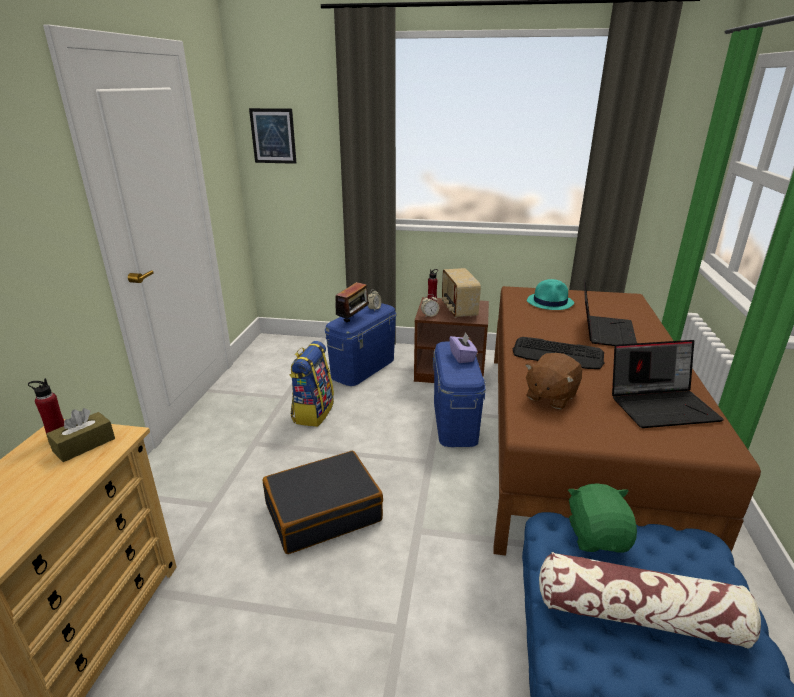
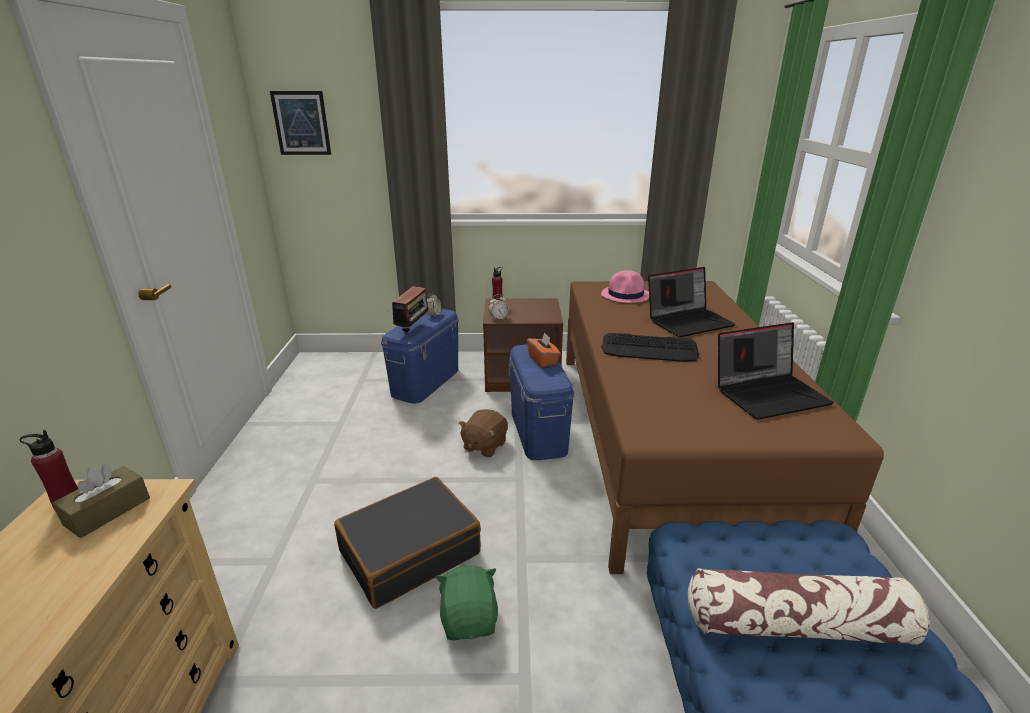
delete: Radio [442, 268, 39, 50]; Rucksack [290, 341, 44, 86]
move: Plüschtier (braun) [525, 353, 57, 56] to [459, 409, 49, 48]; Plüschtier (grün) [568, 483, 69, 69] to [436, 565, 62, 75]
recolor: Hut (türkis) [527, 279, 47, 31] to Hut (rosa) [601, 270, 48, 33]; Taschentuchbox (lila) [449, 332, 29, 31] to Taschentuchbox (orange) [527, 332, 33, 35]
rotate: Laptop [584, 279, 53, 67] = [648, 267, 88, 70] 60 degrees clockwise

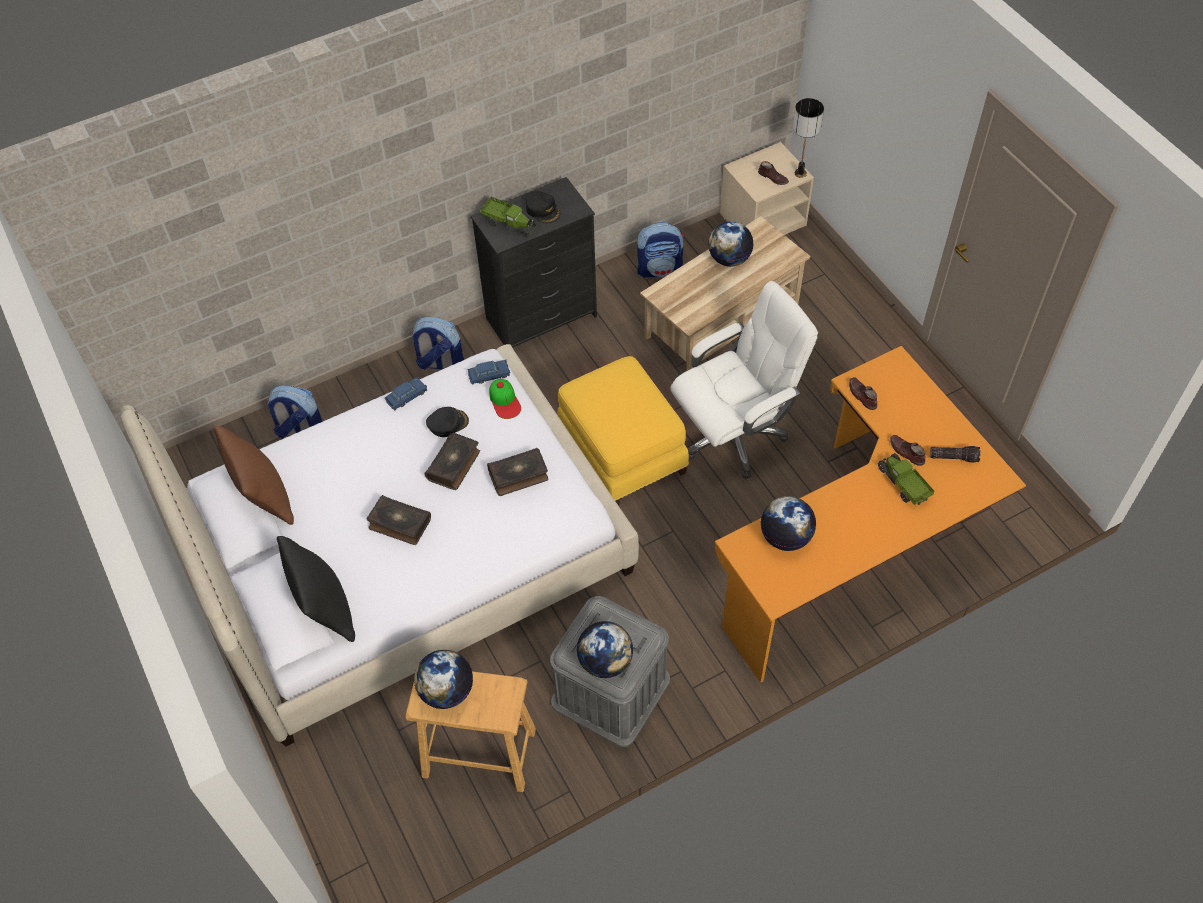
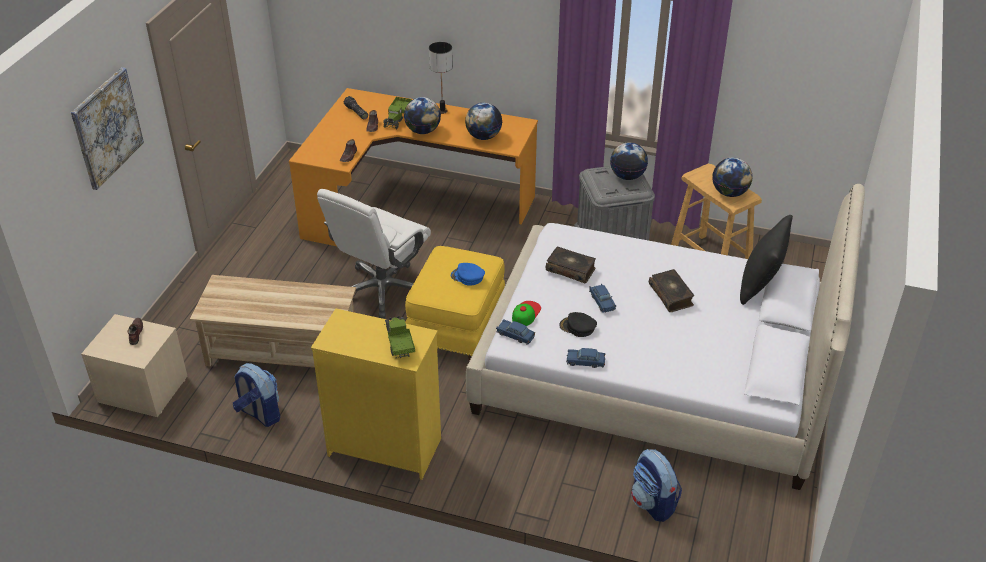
delete: Kappe (schwarz) [526, 191, 34, 32]; Rucksack [411, 317, 53, 53]; Kissen (braun) [214, 426, 80, 99]
insert: Bild [71, 67, 73, 123]; Kappe (blau) [451, 263, 34, 23]
move: Tischlampe [793, 98, 31, 80] to [429, 42, 24, 72]; Globus [708, 221, 46, 46] to [404, 97, 37, 37]
replace: Buch [424, 432, 56, 58] to Spielzeugauto (blau) [589, 284, 27, 29]
recolor: Kommode (schwarz) [471, 177, 126, 171] to Kommode (gelb) [311, 308, 130, 172]
rotate: Bürostuhl (weiß) [671, 281, 147, 198] = [317, 189, 114, 129] 75 degrees counterclockwise

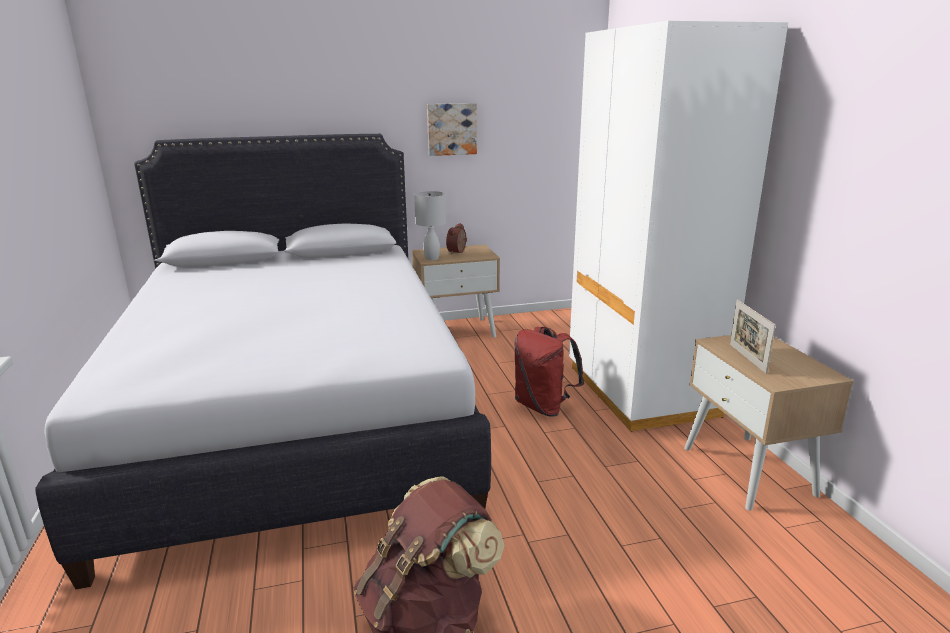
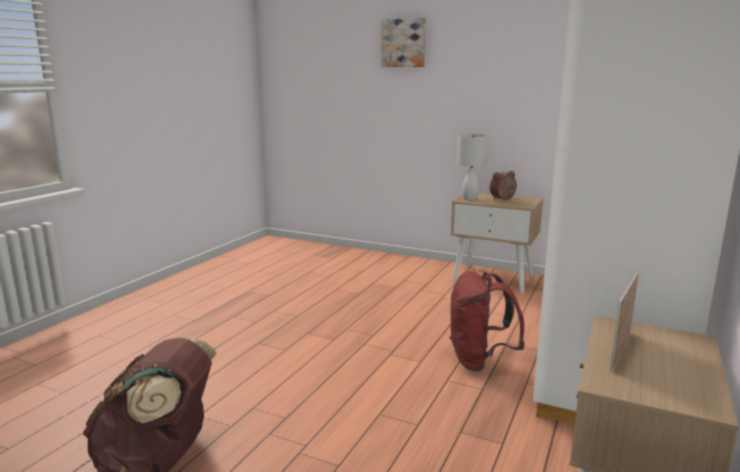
delete: Bett (weiß) [35, 134, 456, 455]
move: Bild [427, 103, 50, 53] to [381, 18, 45, 49]

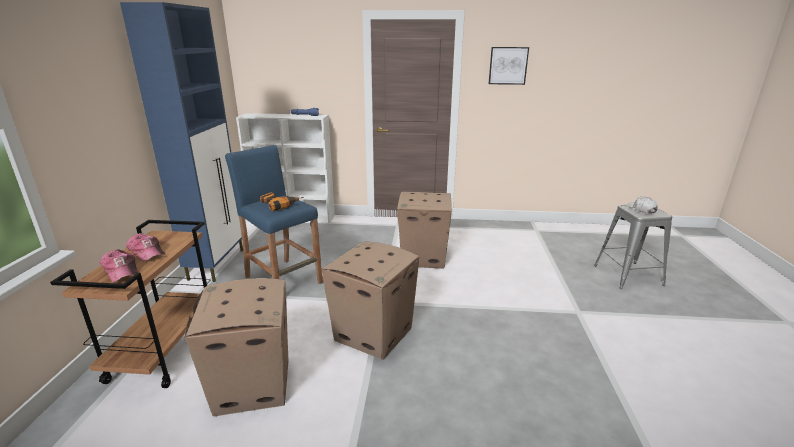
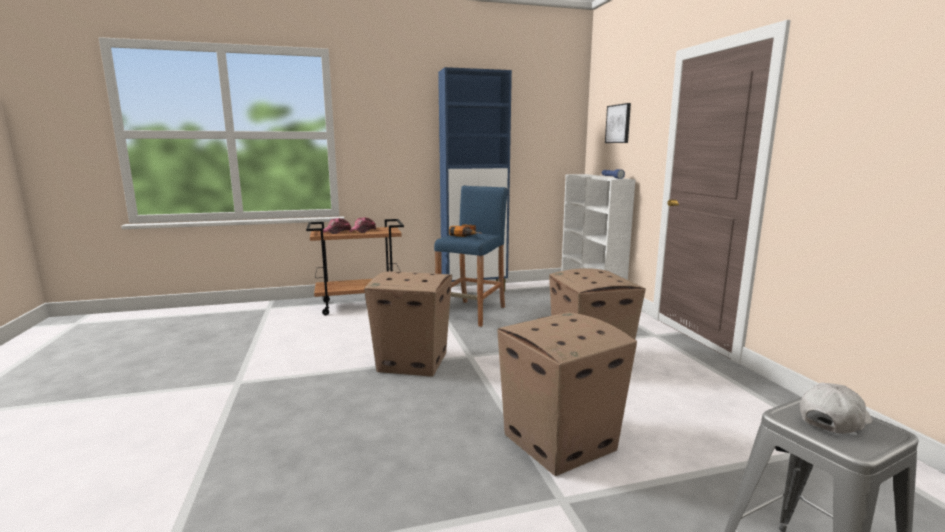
move: Bild [489, 47, 40, 38] to [605, 103, 26, 40]; Karton [185, 278, 104, 138] to [497, 312, 140, 164]

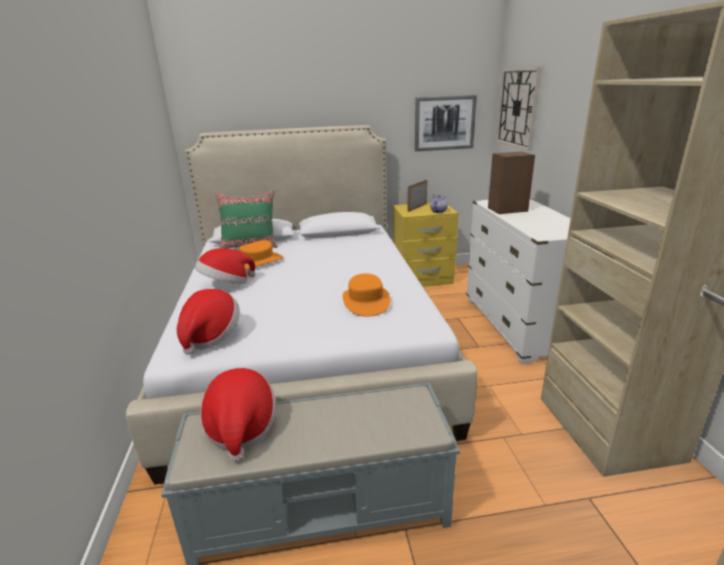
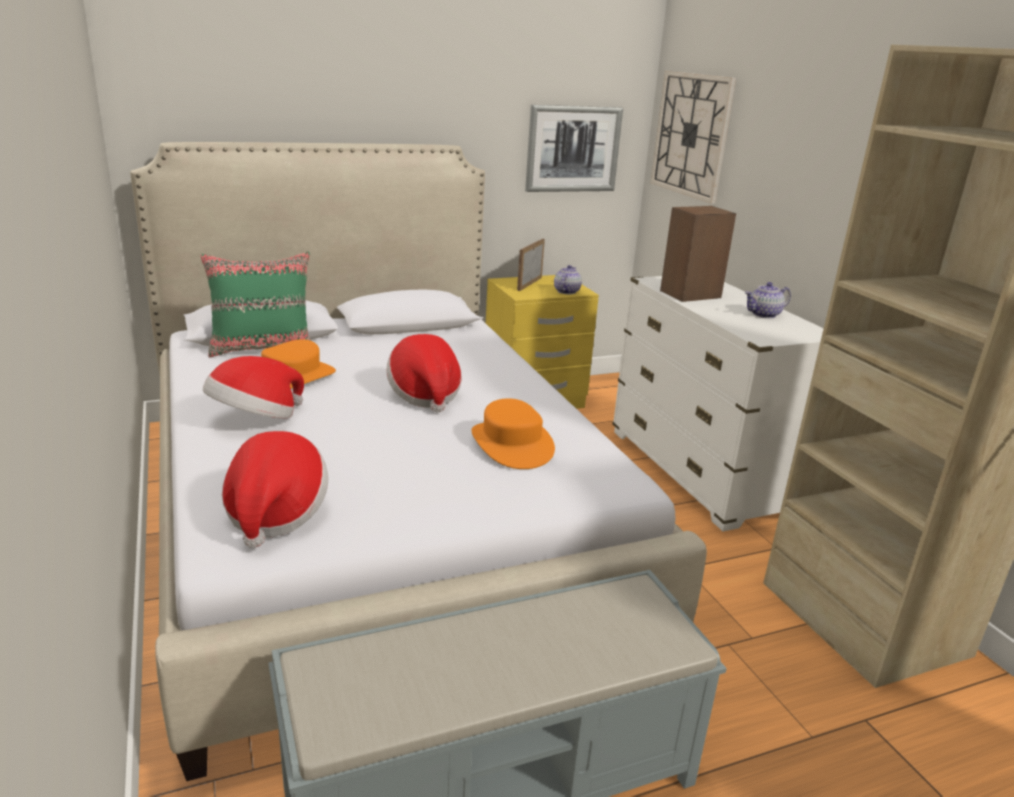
insert: Teekanne [745, 282, 46, 36]
move: Hut [201, 368, 75, 94] to [386, 334, 76, 78]

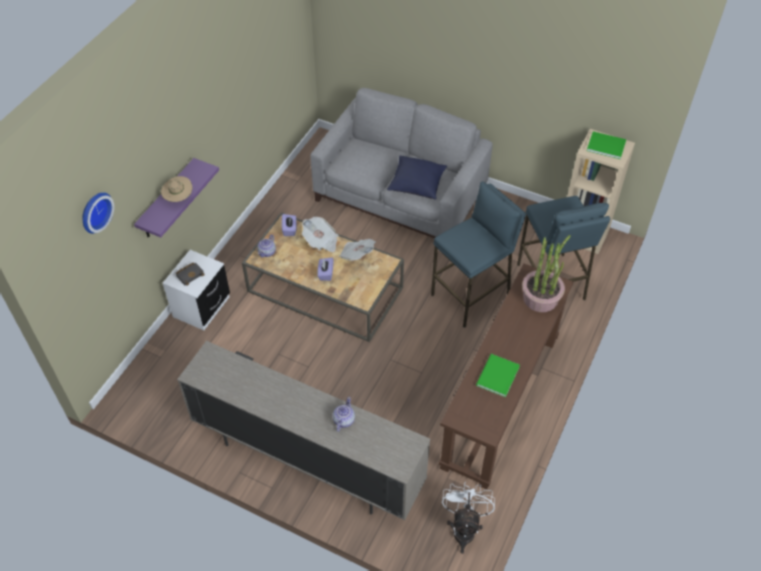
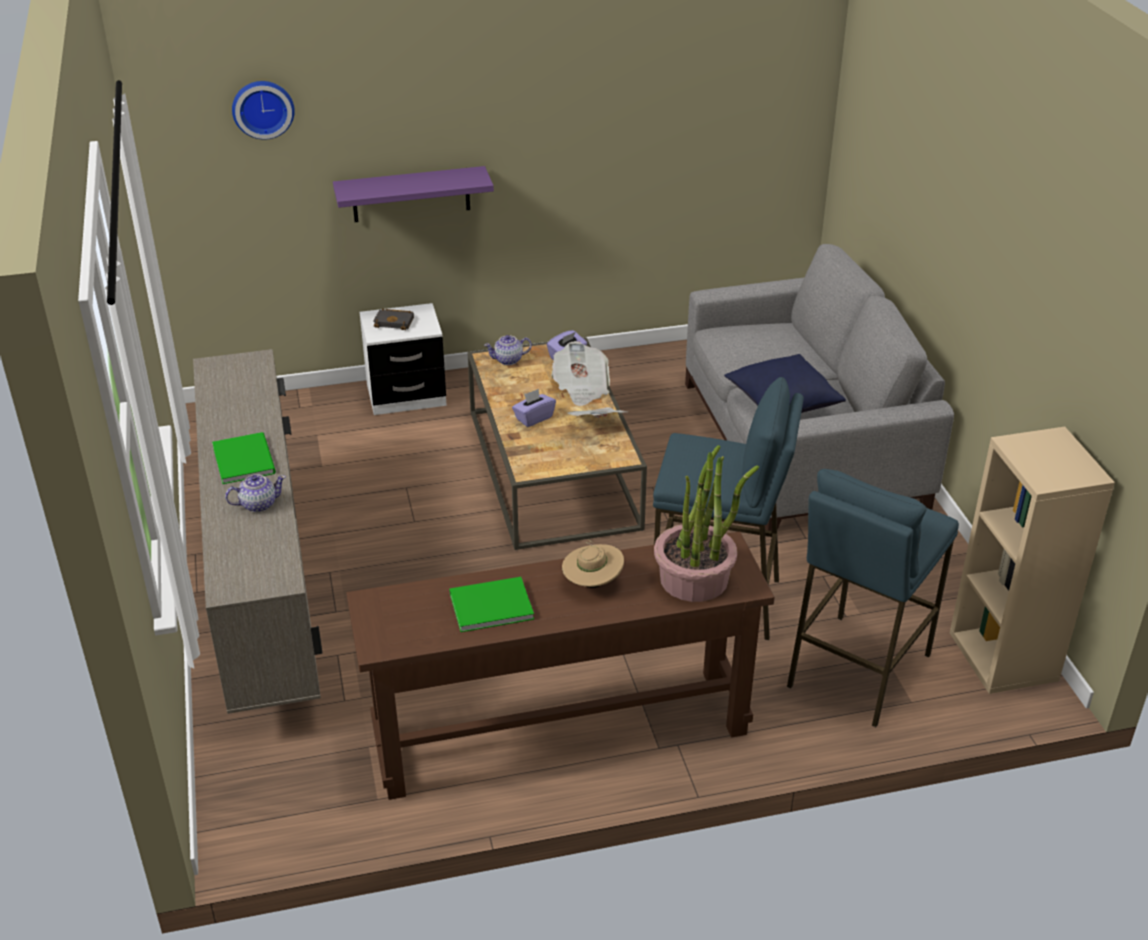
delete: Ventilator (weiß) [442, 482, 53, 72]
move: Buch (grün) [587, 131, 39, 28] to [212, 432, 64, 52]; Hut (beige) [161, 176, 32, 26] to [562, 540, 62, 48]

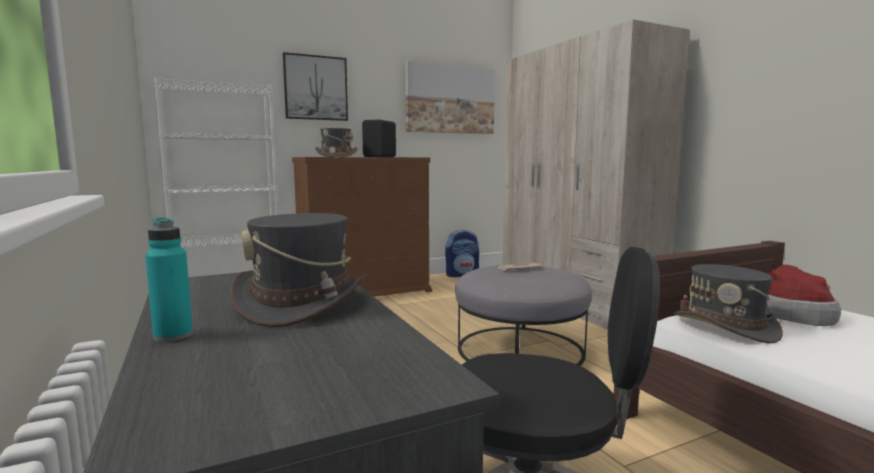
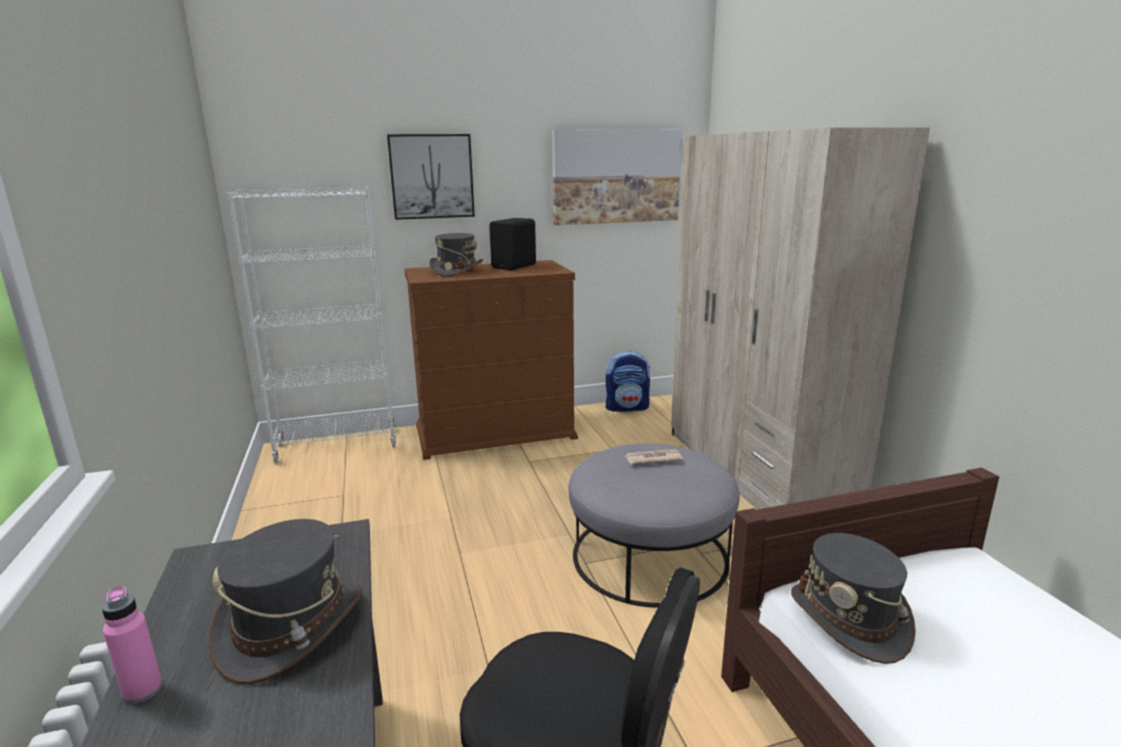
delete: Hut [766, 264, 75, 62]
recolor: Flasche (türkis) [145, 217, 48, 125] to Flasche (rosa) [102, 586, 60, 118]

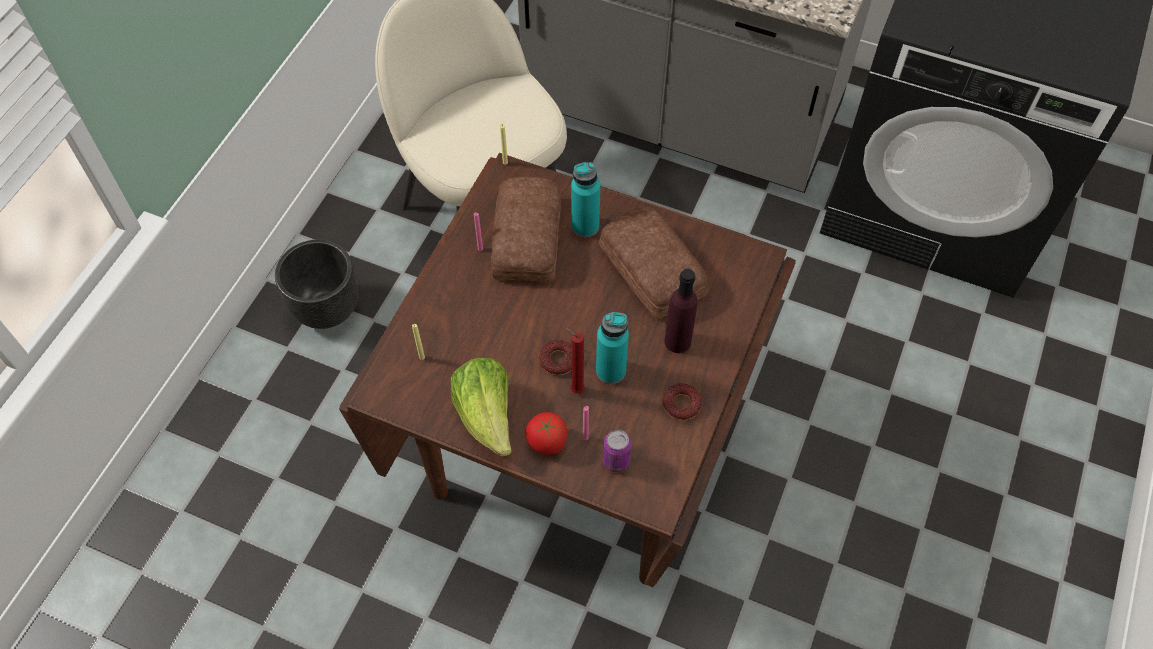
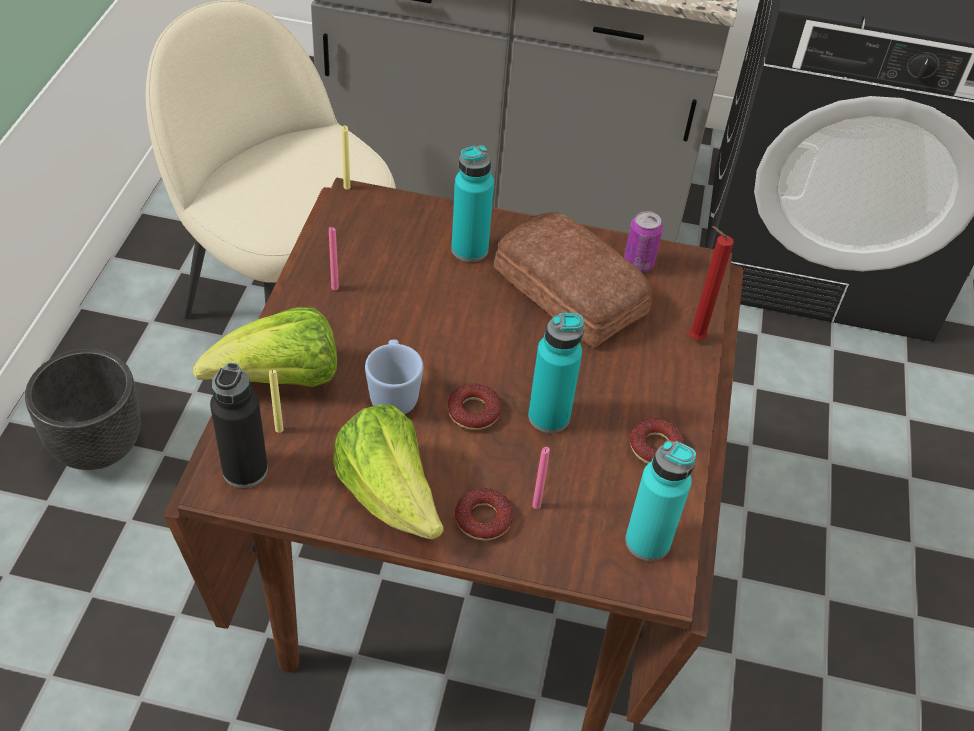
delete: Brot [491, 177, 70, 105]; Flasche (lila) [664, 269, 34, 84]
insert: Salatkopf [193, 307, 144, 80]; Henkelbecher (blau) [365, 340, 58, 74]; Flasche (schwarz) [210, 363, 58, 125]; Flasche (türkis) [625, 440, 71, 121]
move: Kerze (rot) [565, 328, 20, 66] to [689, 226, 45, 114]; Dose [603, 430, 28, 42] to [624, 211, 39, 61]
replace: Tomate [525, 412, 42, 43] to Donut [455, 488, 58, 53]

